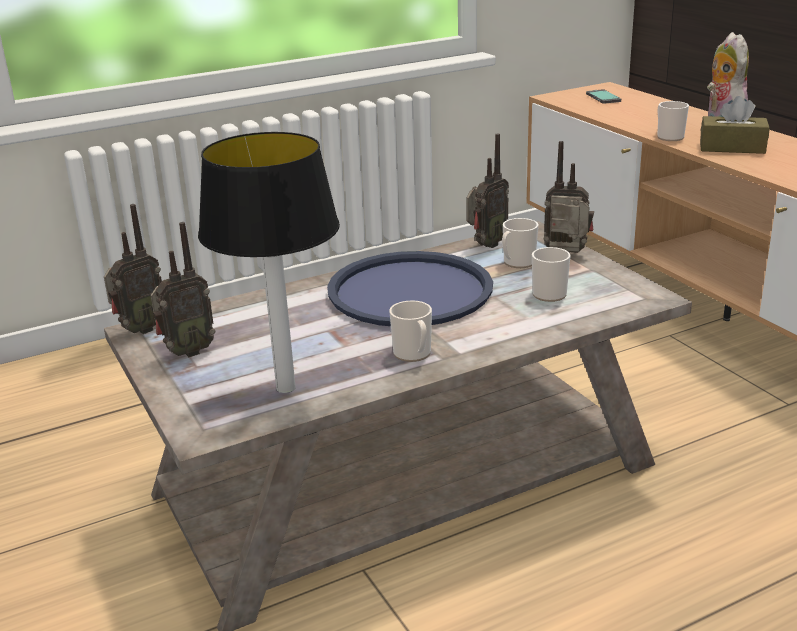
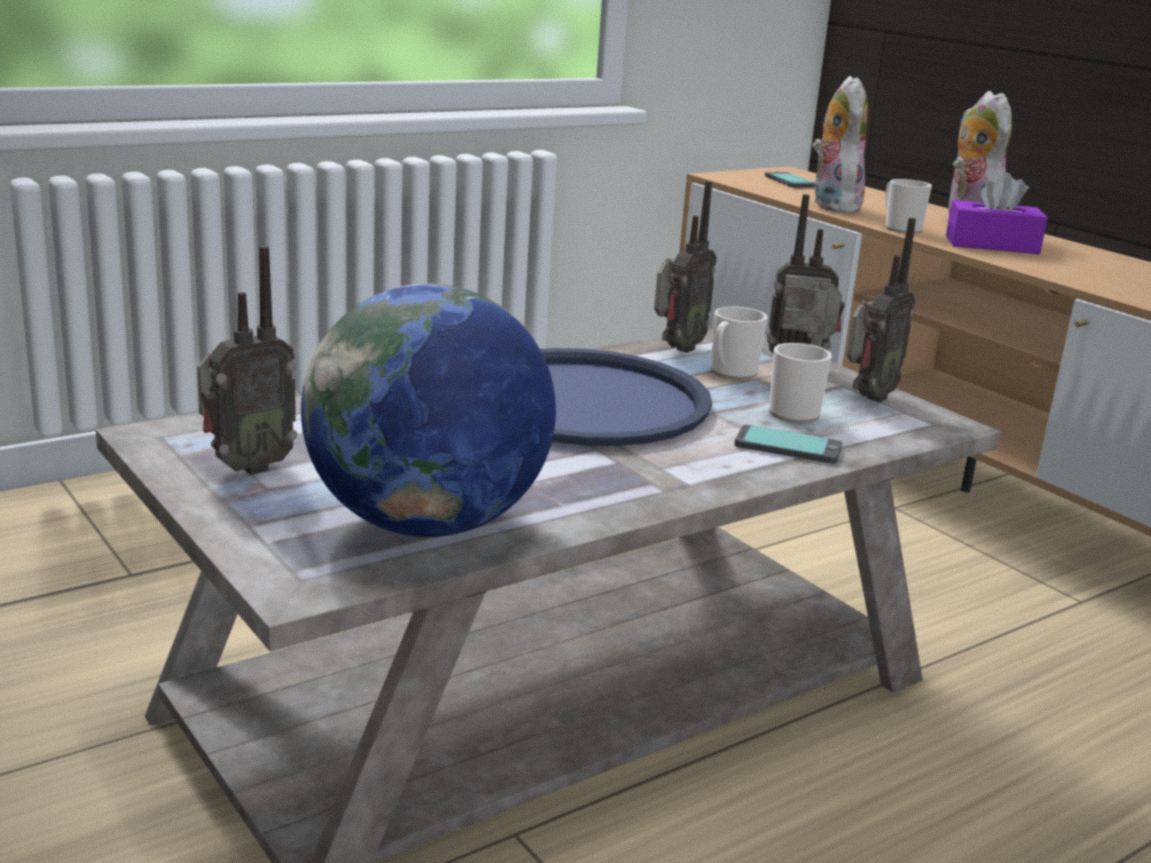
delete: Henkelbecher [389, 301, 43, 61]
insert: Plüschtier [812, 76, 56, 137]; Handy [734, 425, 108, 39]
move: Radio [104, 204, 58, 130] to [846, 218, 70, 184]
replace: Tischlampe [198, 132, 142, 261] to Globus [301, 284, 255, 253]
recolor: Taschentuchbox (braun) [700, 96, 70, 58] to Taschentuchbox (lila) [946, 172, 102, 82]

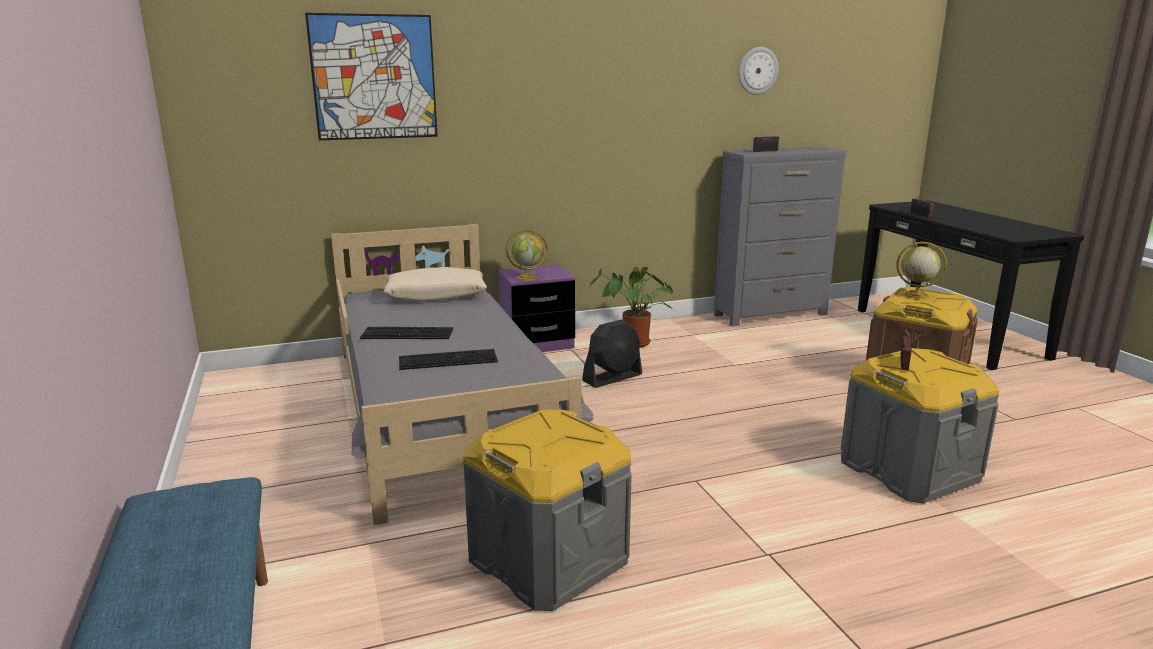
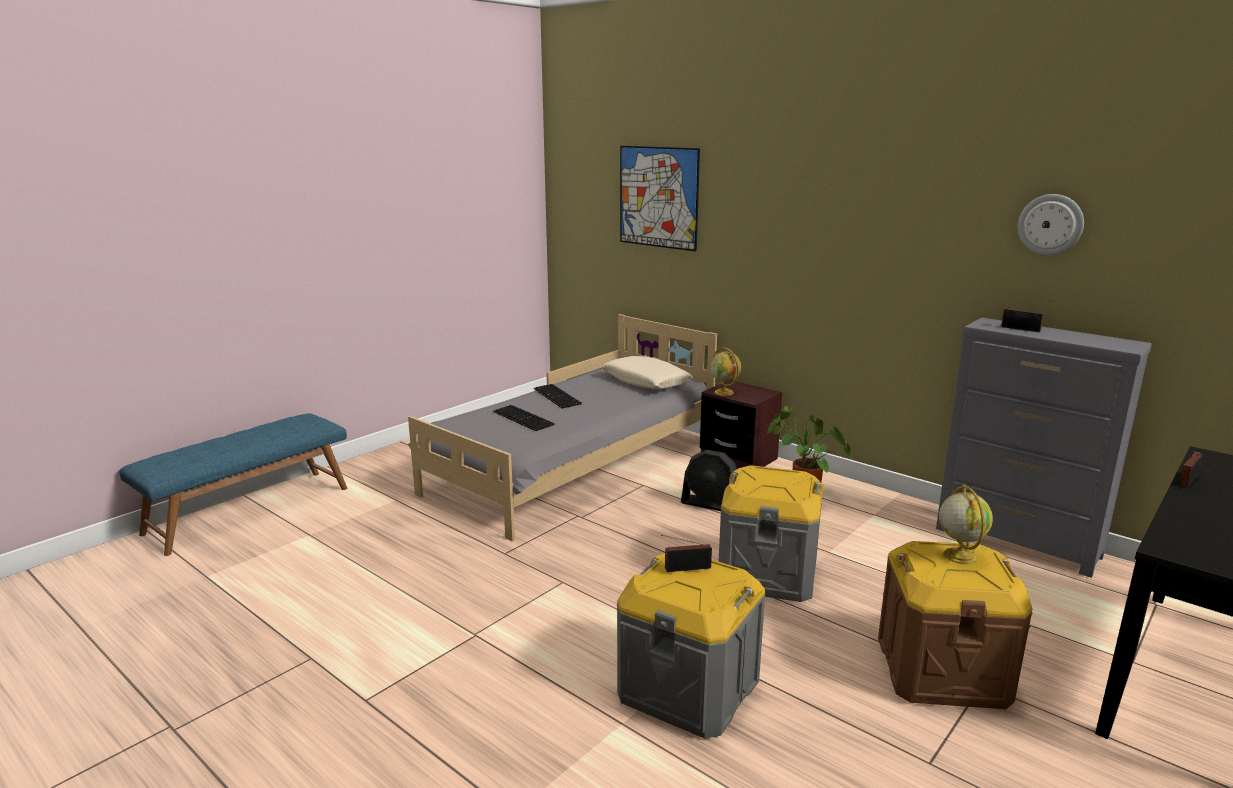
move: Aufbewahrungsbox (grau) [463, 409, 169, 202] to [719, 465, 104, 137]
recolor: Nachttisch (lila) [498, 264, 77, 88] to Nachttisch (braun) [700, 381, 82, 88]

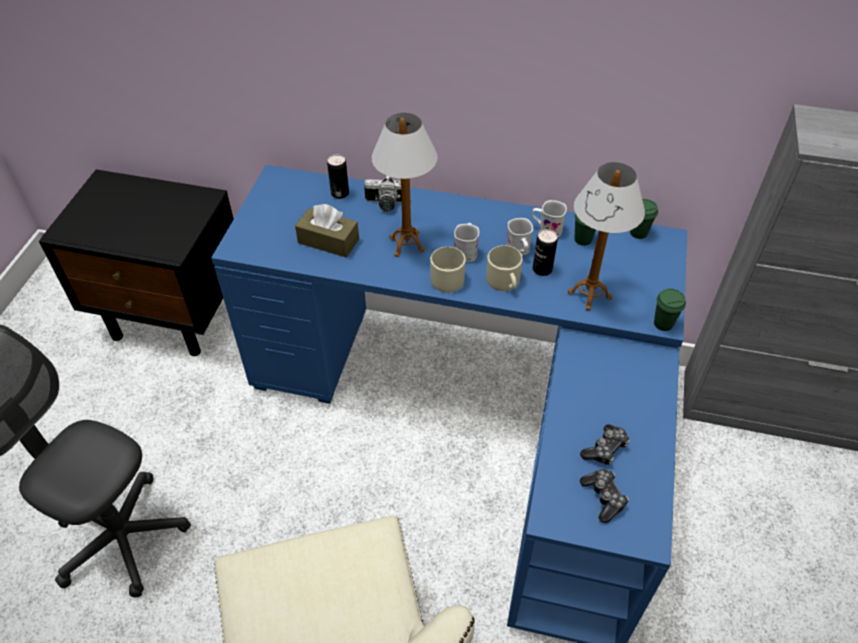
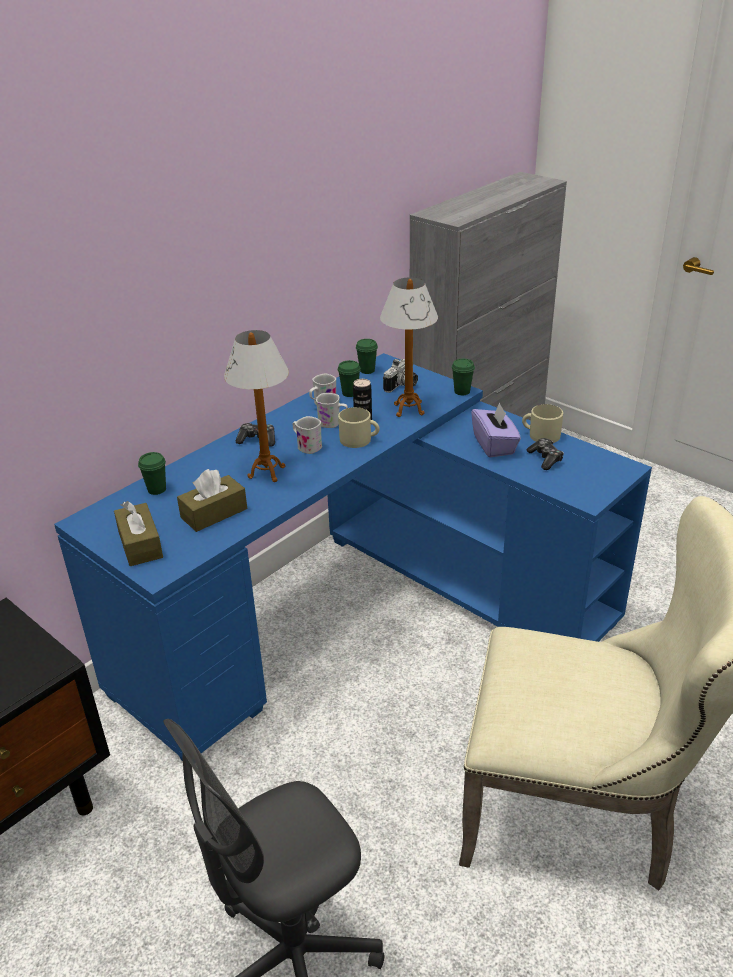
insert: Taschentuchbox (lila) [471, 402, 50, 56]; Taschentuchbox (braun) [114, 501, 49, 65]
move: Kamera [364, 176, 38, 36] to [383, 359, 35, 34]; Henkelbecher (beige) [430, 247, 36, 46] to [522, 404, 41, 39]; Gamepad [580, 469, 49, 54] to [236, 423, 39, 24]
replace: Dose [327, 154, 22, 45] to Tasse (grün) [138, 452, 28, 43]

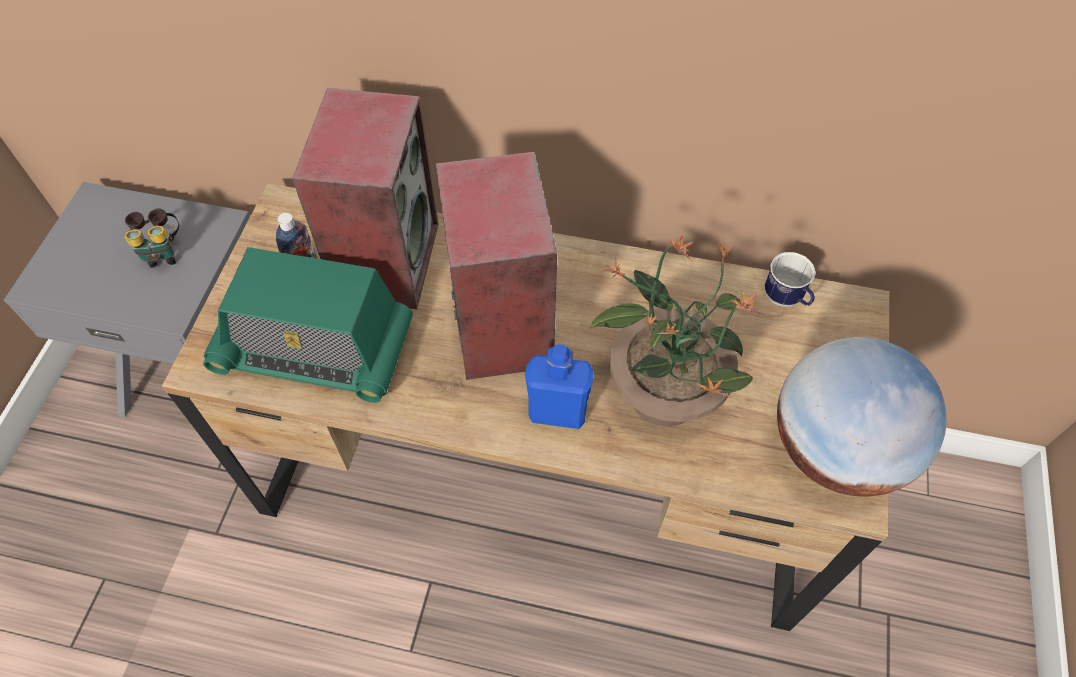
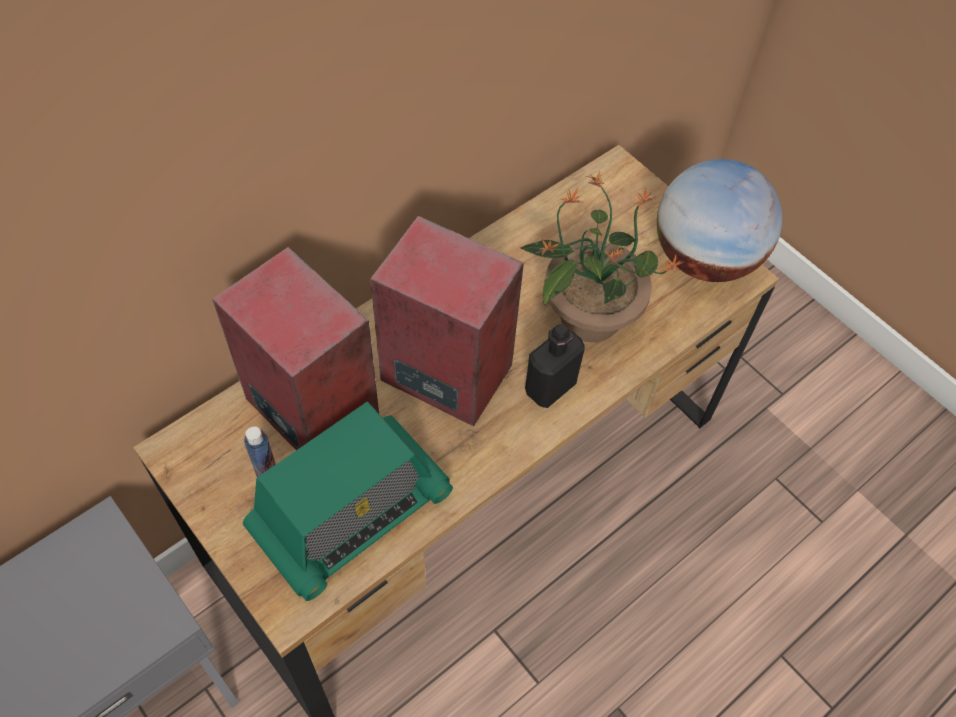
delete: Fernglas [124, 208, 55, 60]; Henkelbecher [765, 252, 50, 55]
recolor: Flasche (blau) [525, 344, 69, 85] to Flasche (schwarz) [525, 324, 60, 84]

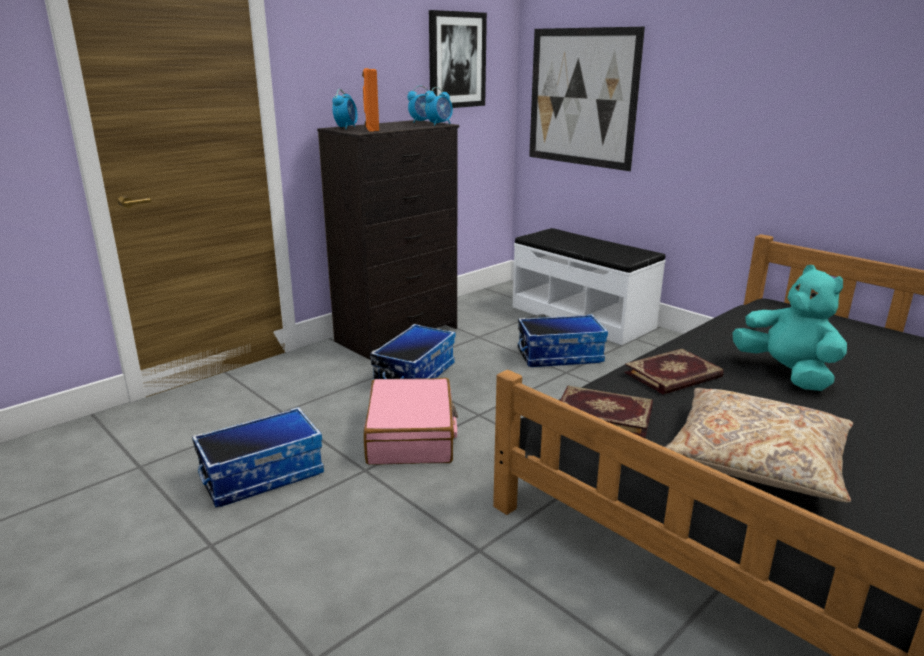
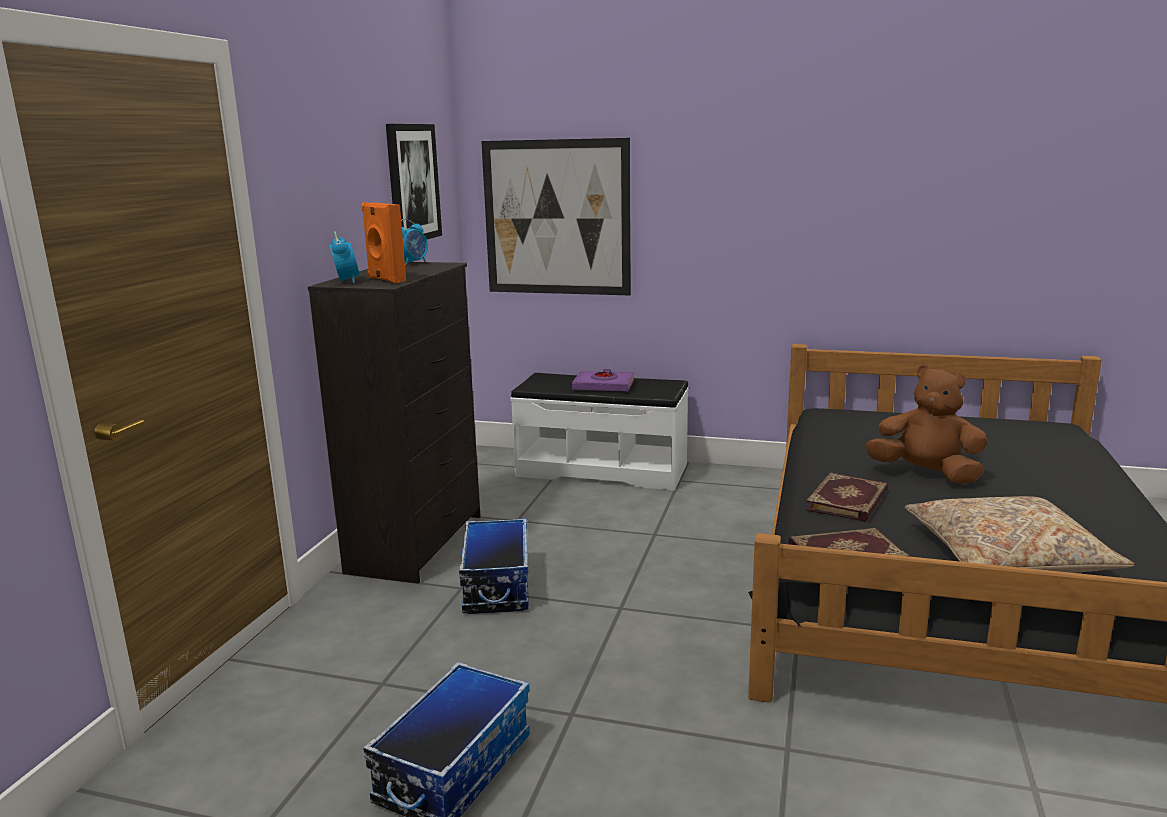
delete: Wecker [425, 87, 28, 38]; Aufbewahrungsbox [518, 314, 90, 53]; Koffer (rosa) [364, 378, 94, 87]
insert: Buch (lila) [572, 369, 62, 23]
recolor: Plüschtier (türkis) [732, 265, 115, 126] to Plüschtier (braun) [865, 365, 123, 119]

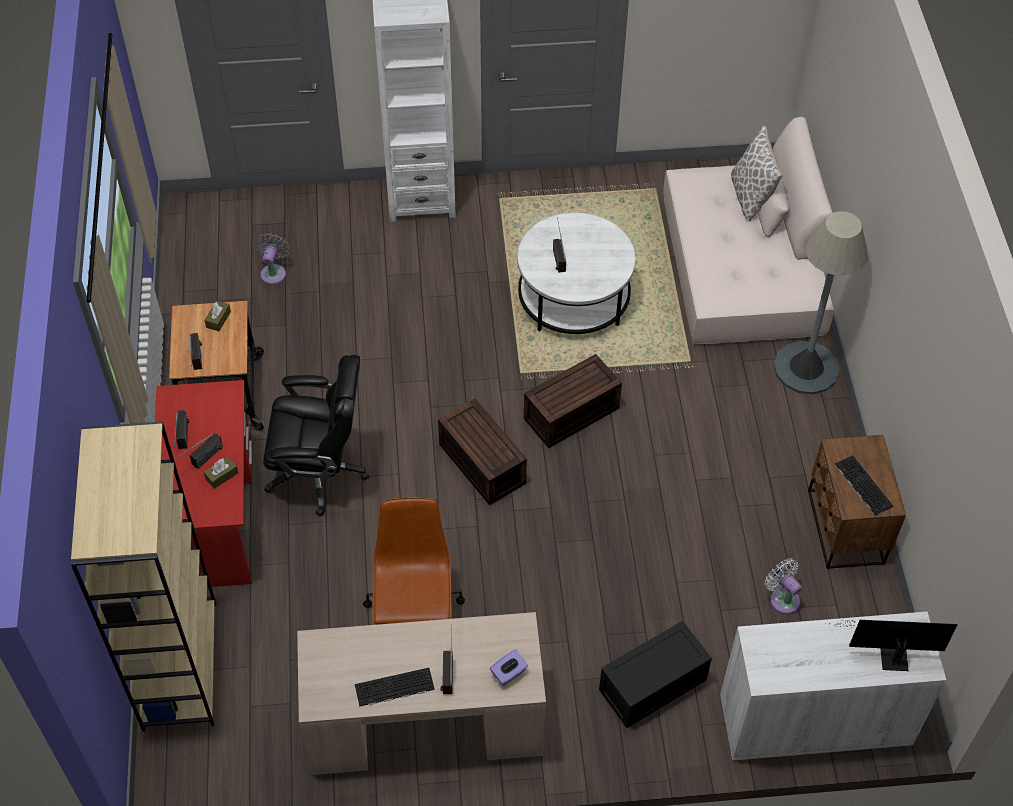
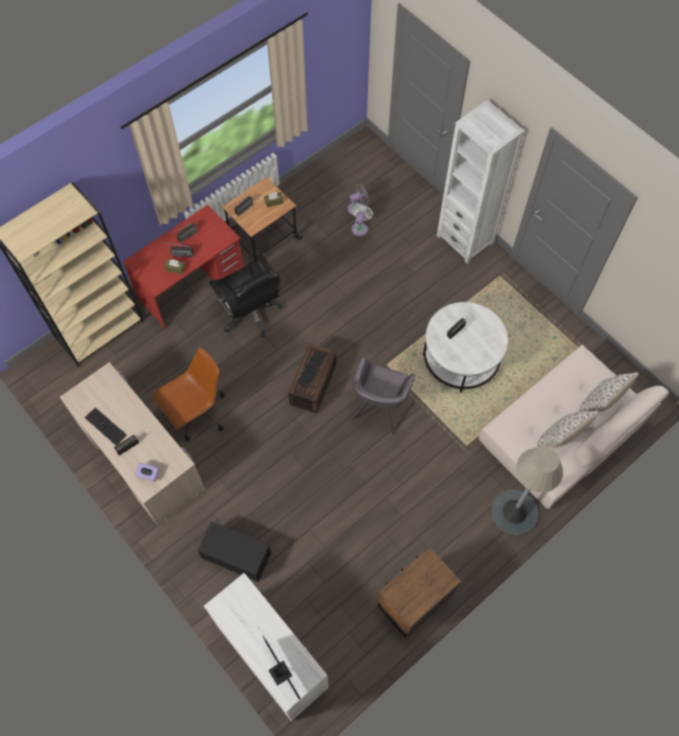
insert: Kissen [537, 411, 62, 36]
move: Tastatur [835, 455, 59, 61] to [296, 349, 32, 40]; Ventilator (weiß) [765, 559, 37, 55] to [351, 204, 22, 32]
replace: Aufbewahrungsbox (braun) [524, 354, 98, 94] to Sessel (grau) [350, 357, 65, 79]

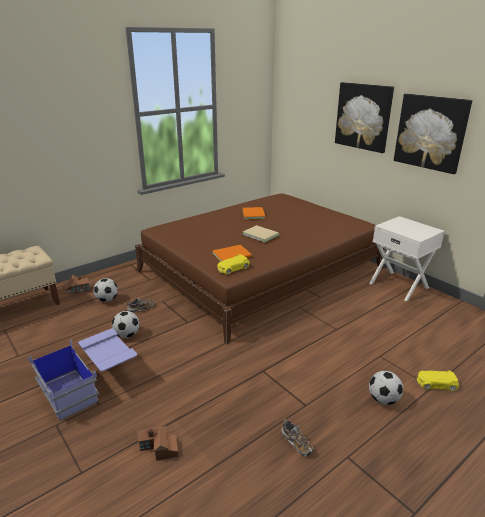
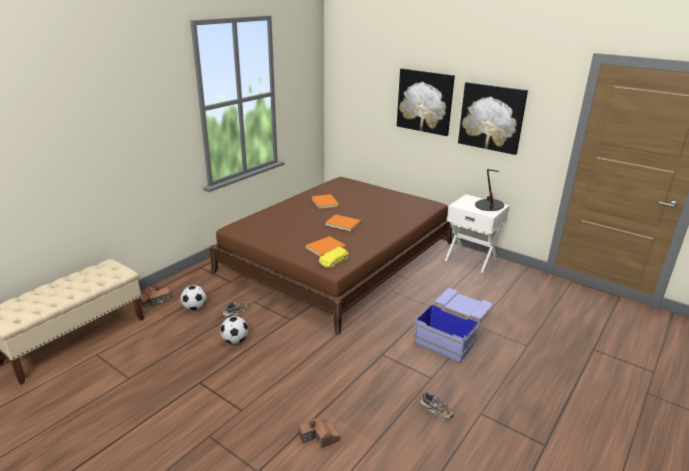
delete: Spielzeugauto (gelb) [417, 370, 42, 21]; Fußball [369, 371, 34, 34]
insert: Tischlampe [475, 169, 29, 42]
move: Aufbewahrungsbox (blau) [28, 329, 109, 91] to [413, 288, 80, 75]
recolor: Buch (beige) [242, 225, 37, 17] to Buch (orange) [325, 214, 36, 17]

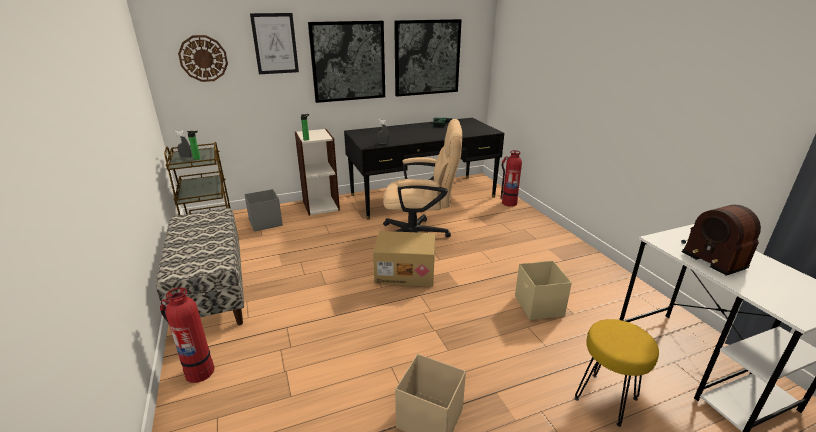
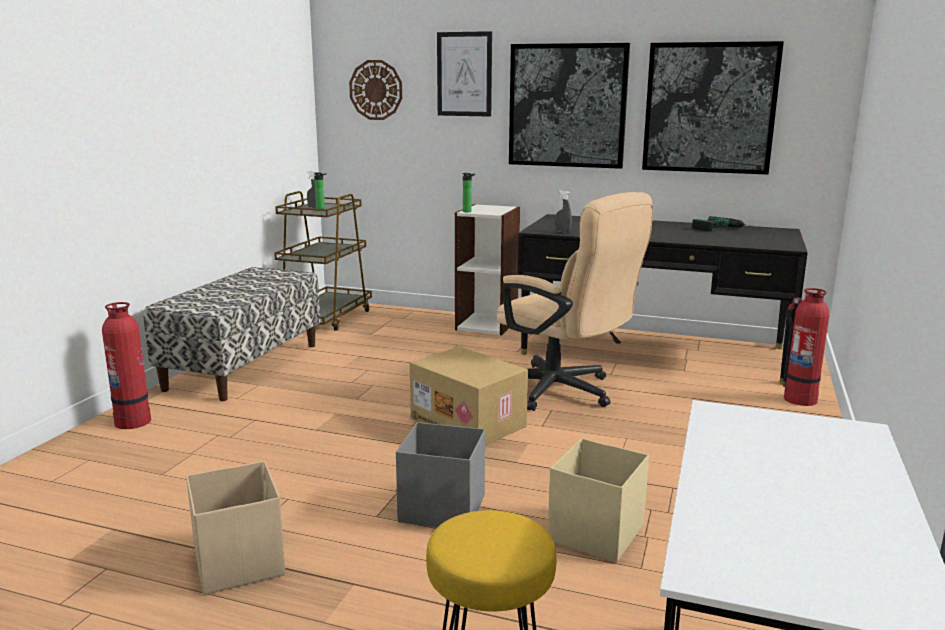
delete: Radio [681, 205, 80, 71]
move: Aufbewahrungsbox (grau) [244, 189, 39, 43] to [396, 422, 89, 105]

